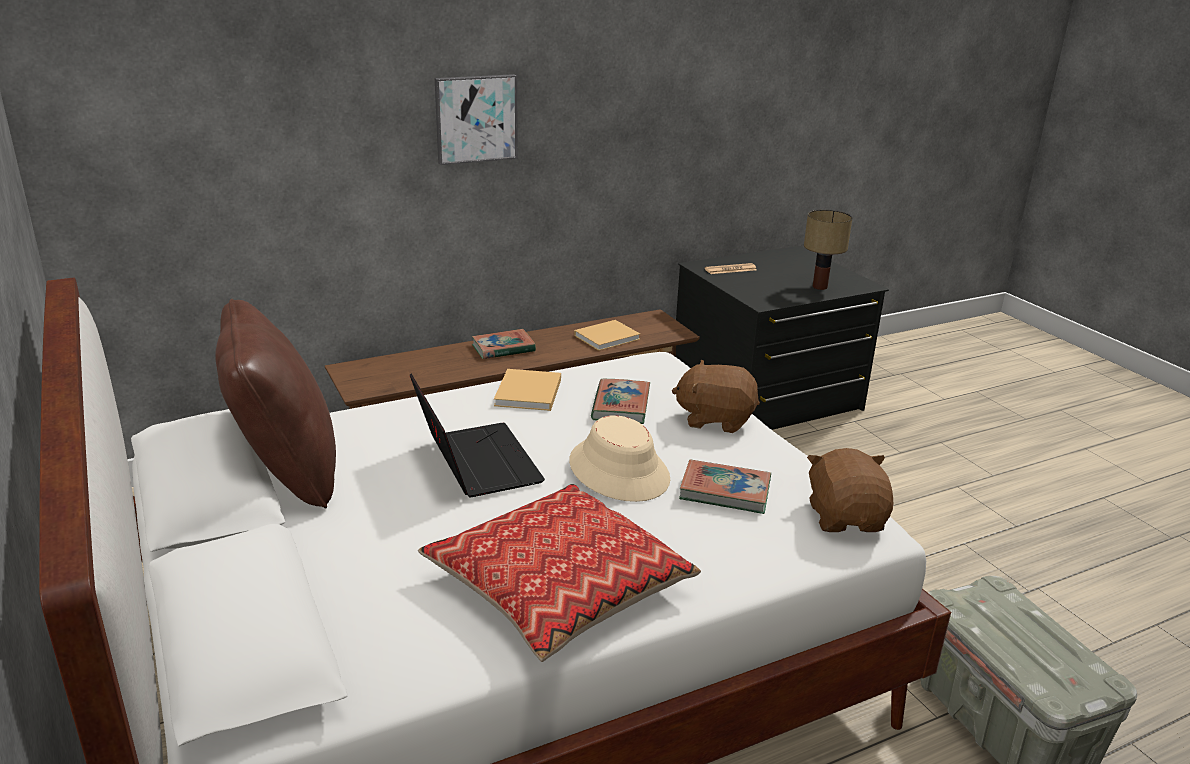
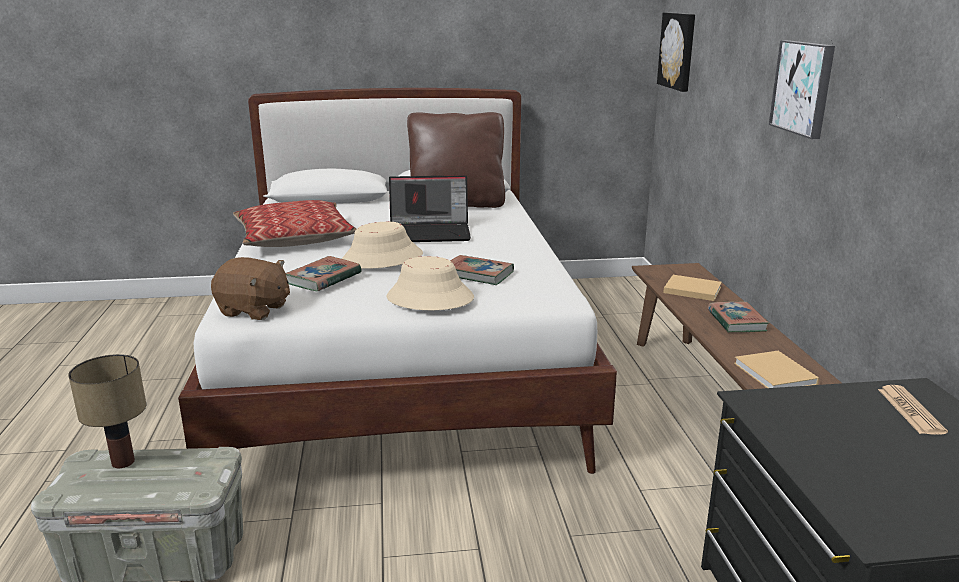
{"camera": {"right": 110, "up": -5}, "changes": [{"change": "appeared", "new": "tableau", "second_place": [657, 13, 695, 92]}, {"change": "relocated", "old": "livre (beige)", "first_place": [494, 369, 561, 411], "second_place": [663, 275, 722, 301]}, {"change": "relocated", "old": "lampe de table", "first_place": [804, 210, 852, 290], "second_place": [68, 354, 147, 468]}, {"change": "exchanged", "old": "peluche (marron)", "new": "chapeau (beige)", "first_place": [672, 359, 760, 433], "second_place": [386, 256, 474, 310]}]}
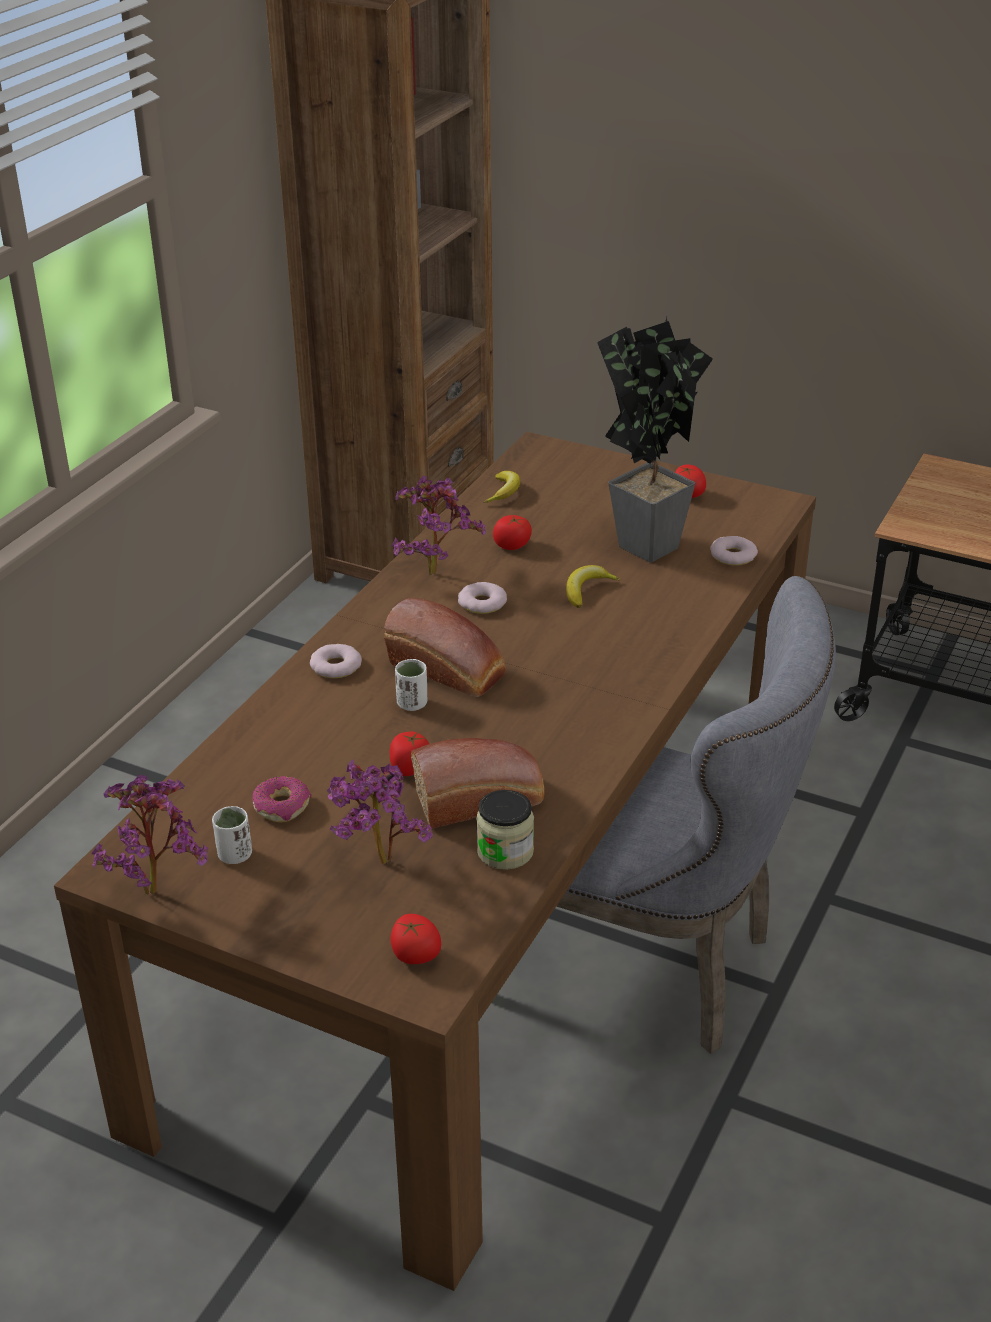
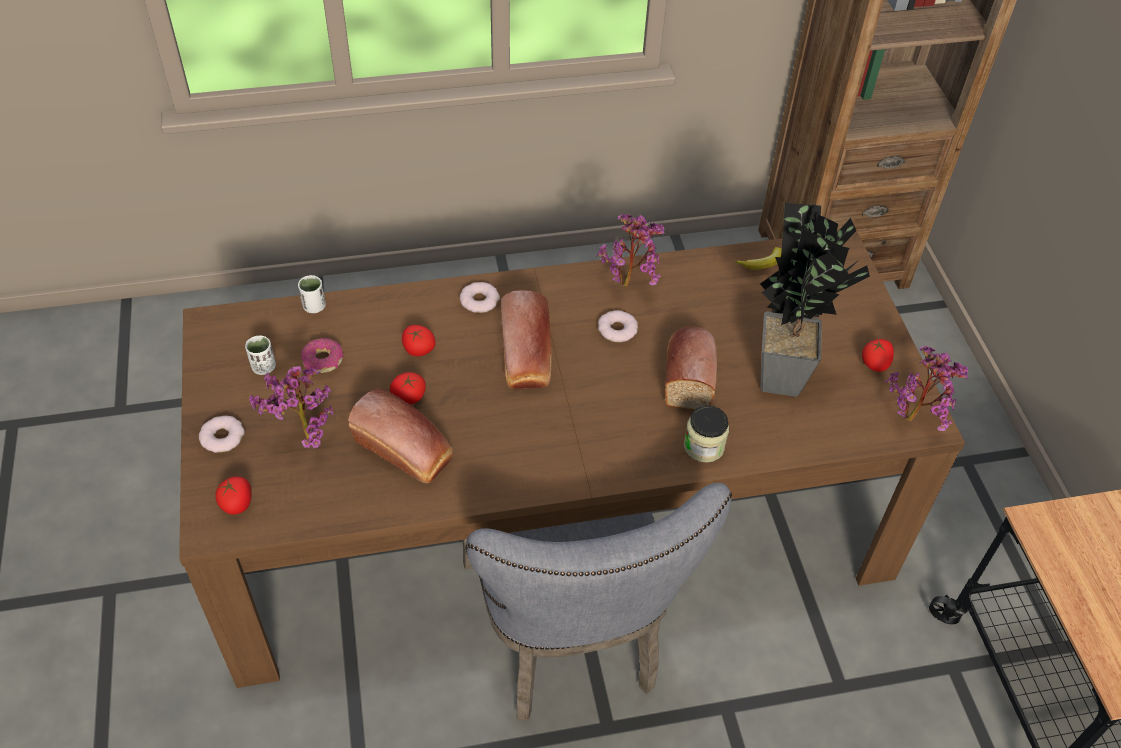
{"camera": {"right": 50, "up": 15}, "changes": [{"change": "relocated", "old": "plante en pot", "first_place": [92, 775, 208, 895], "second_place": [885, 345, 968, 431]}, {"change": "relocated", "old": "tasse (blanc)", "first_place": [395, 659, 427, 711], "second_place": [298, 275, 326, 313]}, {"change": "relocated", "old": "bocal", "first_place": [476, 790, 534, 870], "second_place": [684, 405, 729, 463]}, {"change": "relocated", "old": "tomate", "first_place": [493, 515, 532, 550], "second_place": [402, 325, 436, 356]}, {"change": "relocated", "old": "beignet", "first_place": [710, 536, 758, 565], "second_place": [199, 416, 245, 453]}, {"change": "exchanged", "old": "banane", "new": "pain", "first_place": [566, 565, 620, 608], "second_place": [665, 327, 717, 410]}]}
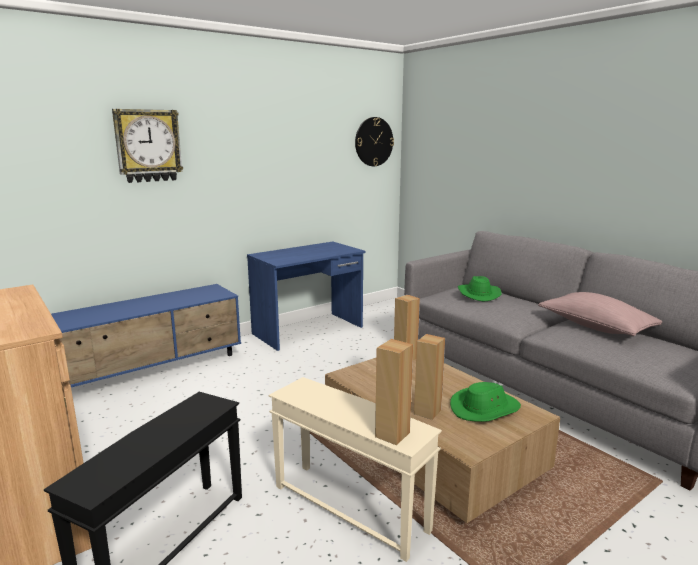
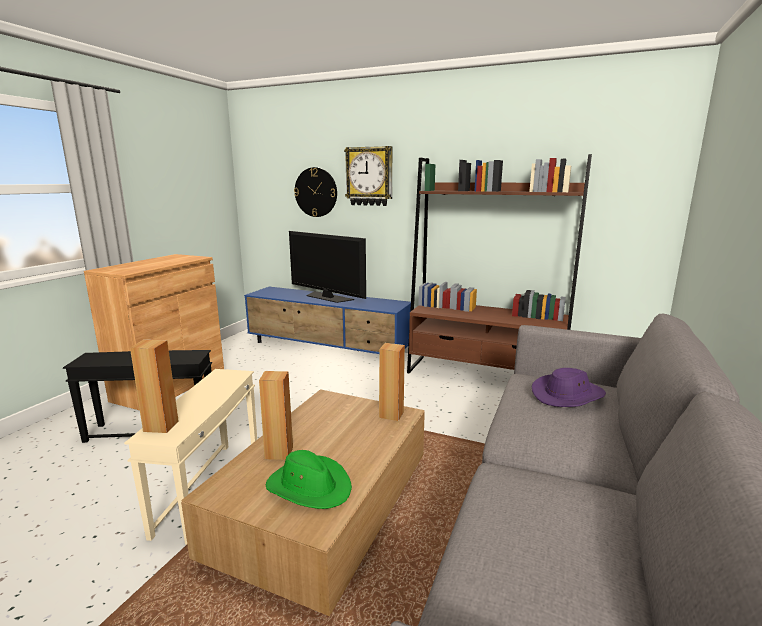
{"camera": {"right": 60, "up": 0}, "changes": [{"change": "missing", "old": "coussin (rose)", "first_place": [538, 292, 662, 336]}, {"change": "appeared", "new": "téléviseur", "second_place": [289, 231, 366, 303]}, {"change": "relocated", "old": "horloge murale", "first_place": [355, 117, 394, 166], "second_place": [294, 167, 337, 217]}, {"change": "exchanged", "old": "bureau (bleu)", "new": "bibliothèque (marron)", "first_place": [247, 242, 366, 351], "second_place": [407, 154, 592, 373]}, {"change": "colour", "old": "chapeau (vert)", "new": "chapeau (violet)", "first_place": [458, 276, 502, 302], "second_place": [531, 368, 606, 407]}]}
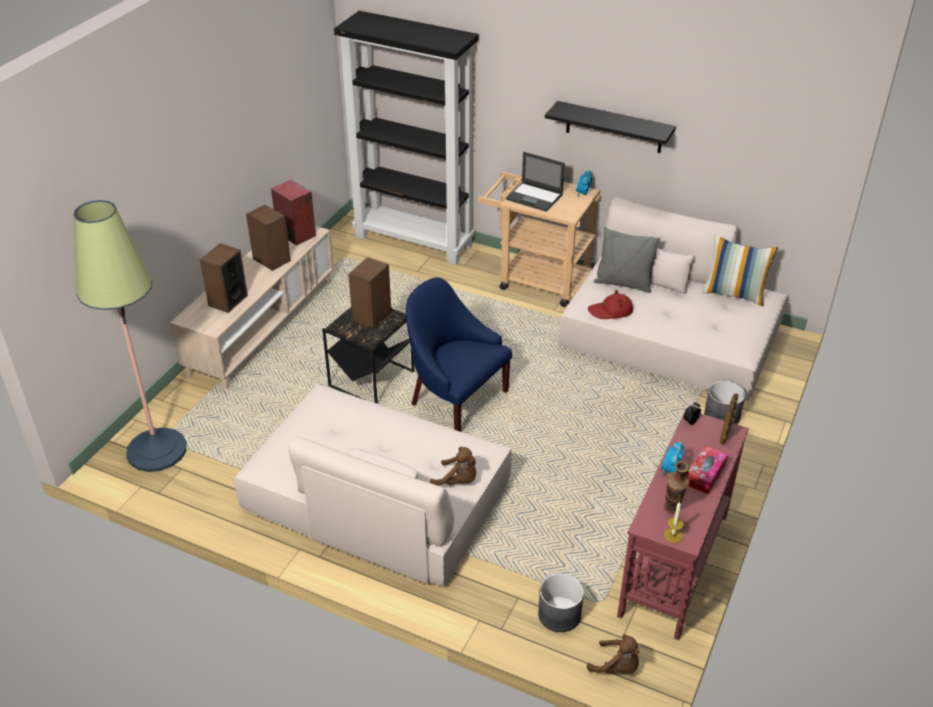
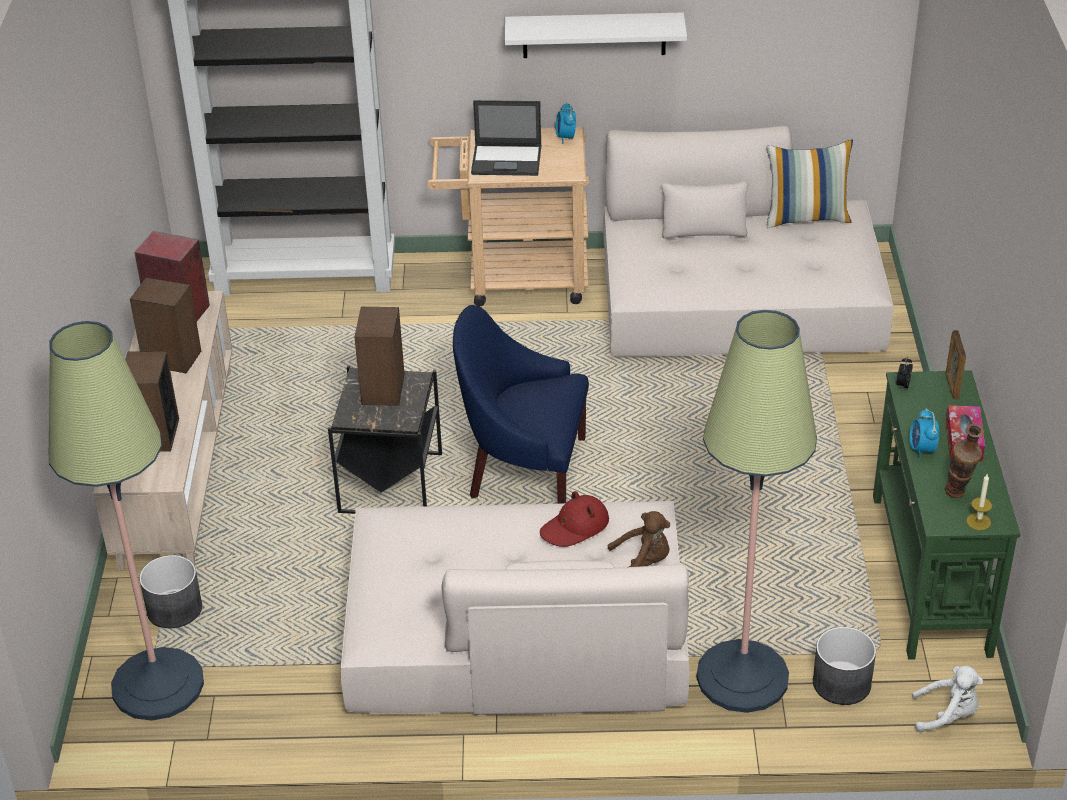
{"camera": {"right": -25, "up": 0}, "changes": [{"change": "missing", "old": "coussin (gris)", "first_place": [594, 227, 661, 293]}, {"change": "appeared", "new": "lampadaire", "second_place": [696, 310, 817, 713]}, {"change": "relocated", "old": "chapeau (rouge)", "first_place": [588, 290, 633, 319], "second_place": [540, 491, 609, 547]}, {"change": "relocated", "old": "cache-pot (gris)", "first_place": [704, 381, 745, 424], "second_place": [139, 555, 202, 628]}, {"change": "colour", "old": "étagère (noir)", "new": "étagère (blanc)", "first_place": [545, 101, 676, 153], "second_place": [505, 12, 687, 58]}, {"change": "colour", "old": "peluche (marron)", "new": "peluche (blanc)", "first_place": [587, 634, 639, 674], "second_place": [912, 666, 983, 733]}, {"change": "colour", "old": "table console (rouge)", "new": "table console (vert)", "first_place": [617, 410, 749, 640], "second_place": [873, 370, 1020, 660]}]}
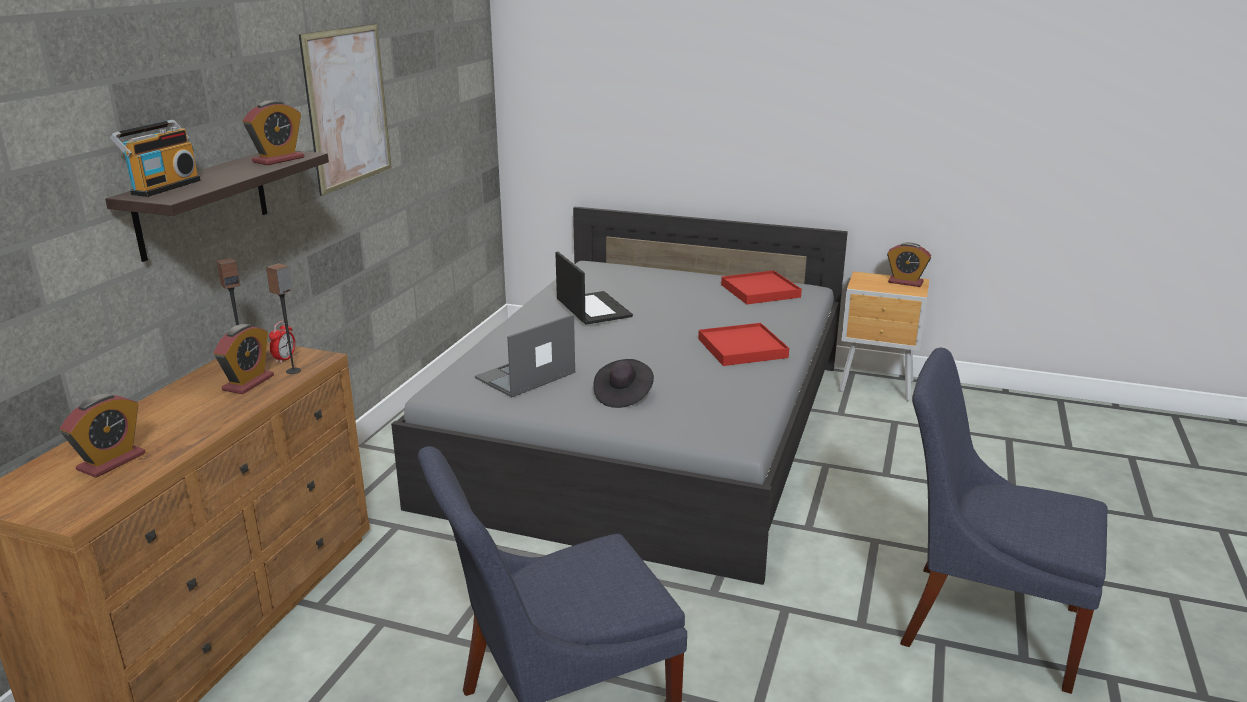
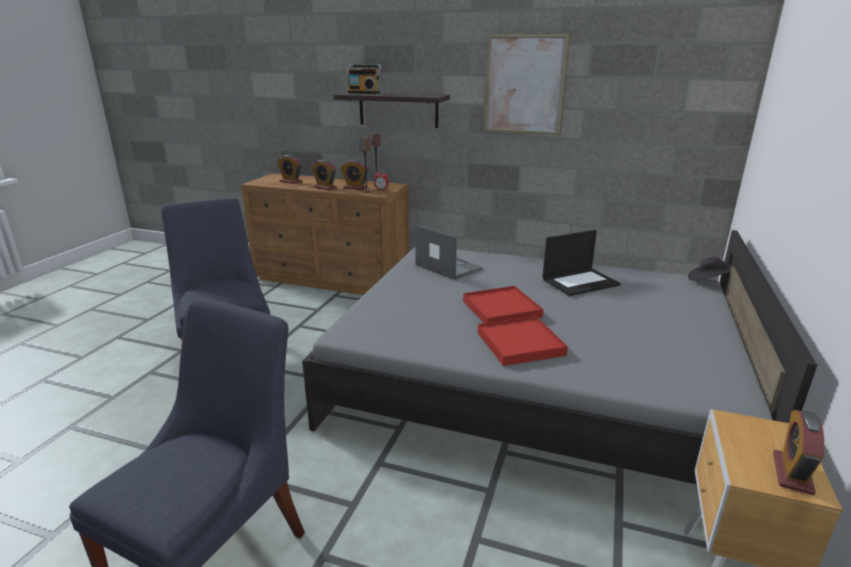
{"camera": {"right": 90, "up": 0}, "changes": [{"change": "relocated", "old": "réveil", "first_place": [243, 101, 304, 165], "second_place": [312, 160, 337, 190]}, {"change": "relocated", "old": "chapeau (noir)", "first_place": [593, 359, 654, 408], "second_place": [688, 257, 732, 281]}, {"change": "relocated", "old": "plateau (rouge)", "first_place": [721, 270, 802, 304], "second_place": [463, 286, 543, 323]}]}
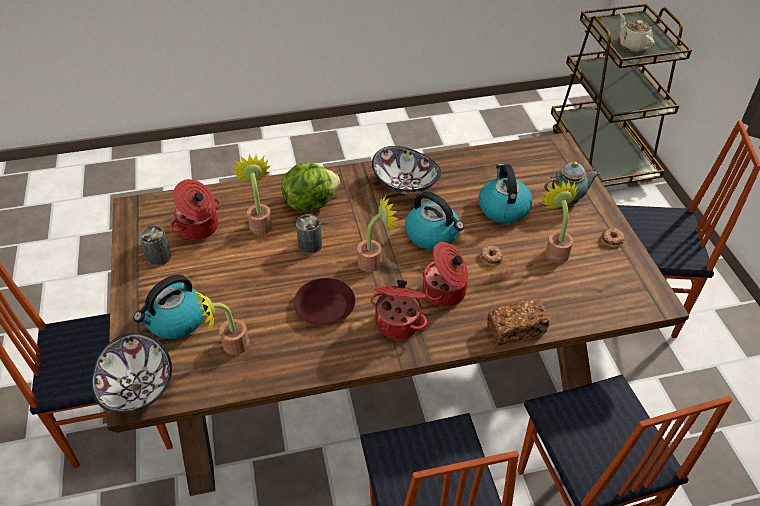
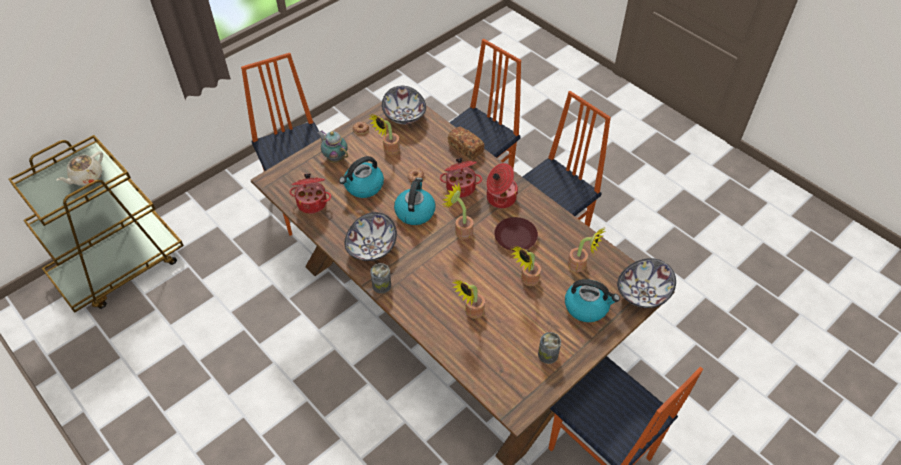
{"camera": {"right": -120, "up": 5}, "changes": [{"change": "missing", "old": "laitue", "first_place": [281, 163, 340, 212]}, {"change": "appeared", "new": "bol", "second_place": [382, 86, 426, 124]}, {"change": "appeared", "new": "plante en pot", "second_place": [512, 246, 541, 286]}, {"change": "relocated", "old": "marmite", "first_place": [170, 179, 221, 240], "second_place": [289, 173, 331, 214]}, {"change": "relocated", "old": "boîte métallique", "first_place": [296, 214, 322, 254], "second_place": [370, 263, 391, 294]}]}
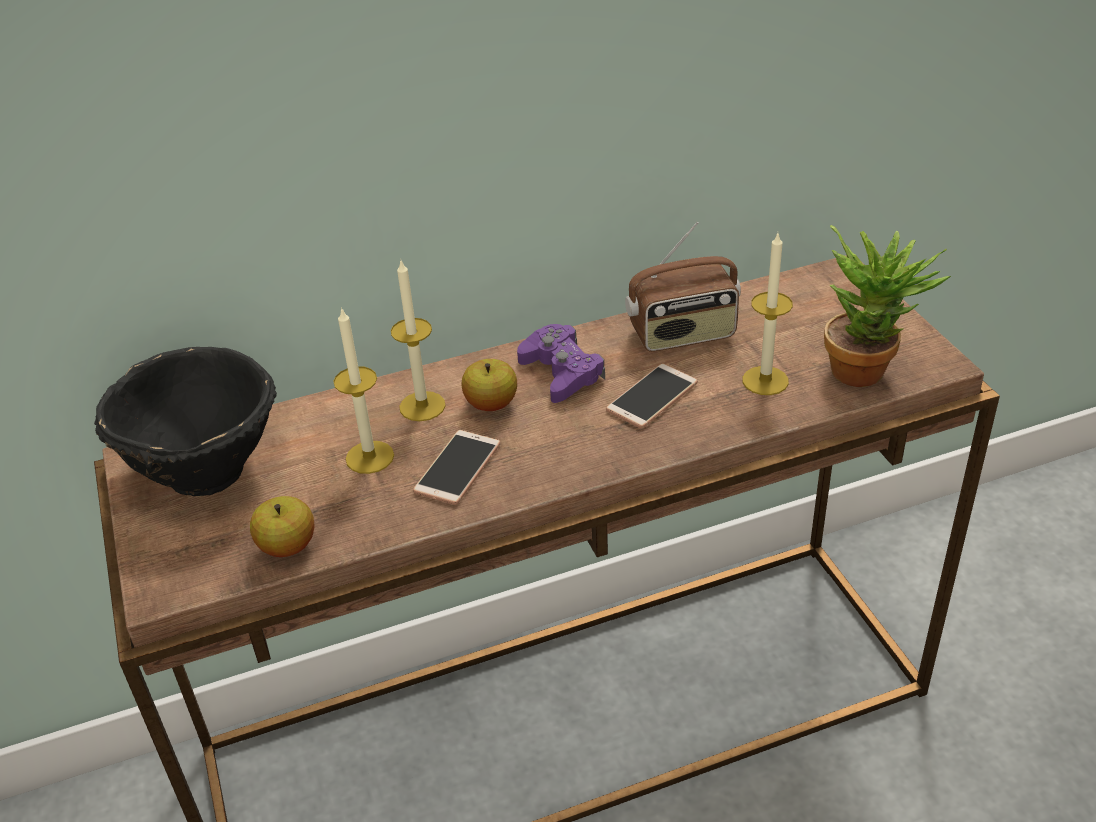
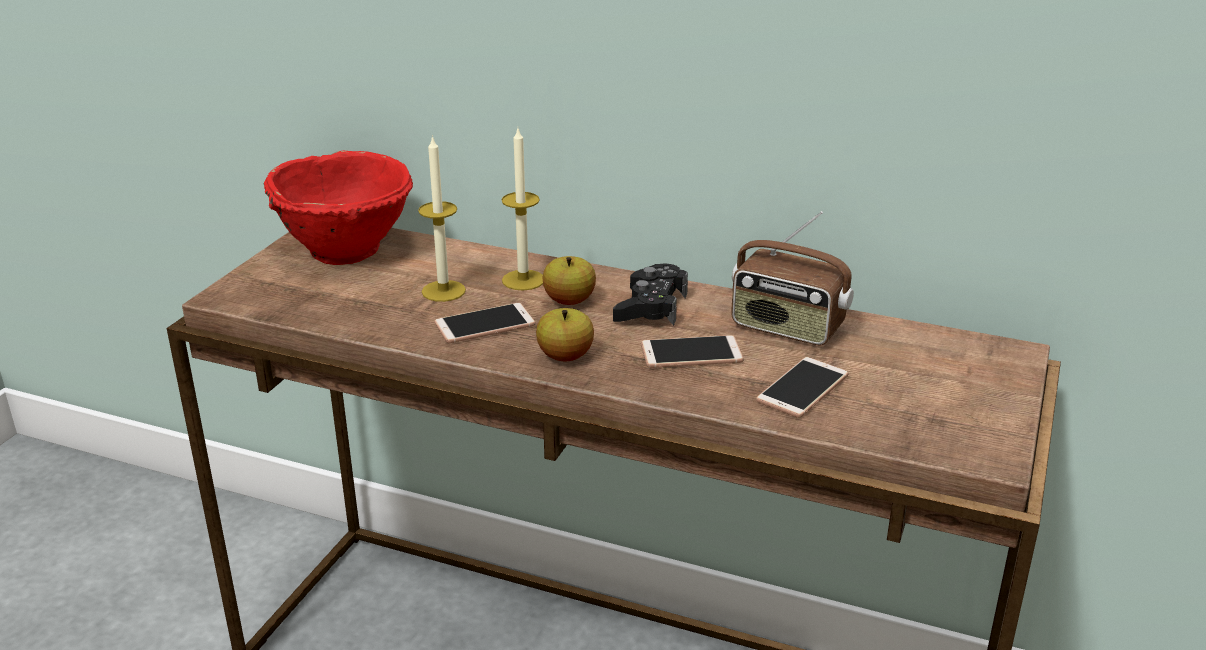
{"camera": {"right": 40, "up": -10}, "changes": [{"change": "missing", "old": "plante en pot", "first_place": [824, 225, 951, 387]}, {"change": "relocated", "old": "pomme", "first_place": [250, 496, 315, 557], "second_place": [536, 308, 594, 361]}, {"change": "exchanged", "old": "bougie", "new": "téléphone", "first_place": [742, 233, 793, 395], "second_place": [756, 357, 849, 418]}, {"change": "colour", "old": "bol (noir)", "new": "bol (rouge)", "first_place": [94, 347, 277, 496], "second_place": [264, 151, 413, 265]}, {"change": "colour", "old": "manette (violet)", "new": "manette (noir)", "first_place": [517, 324, 605, 403], "second_place": [613, 263, 688, 326]}]}
